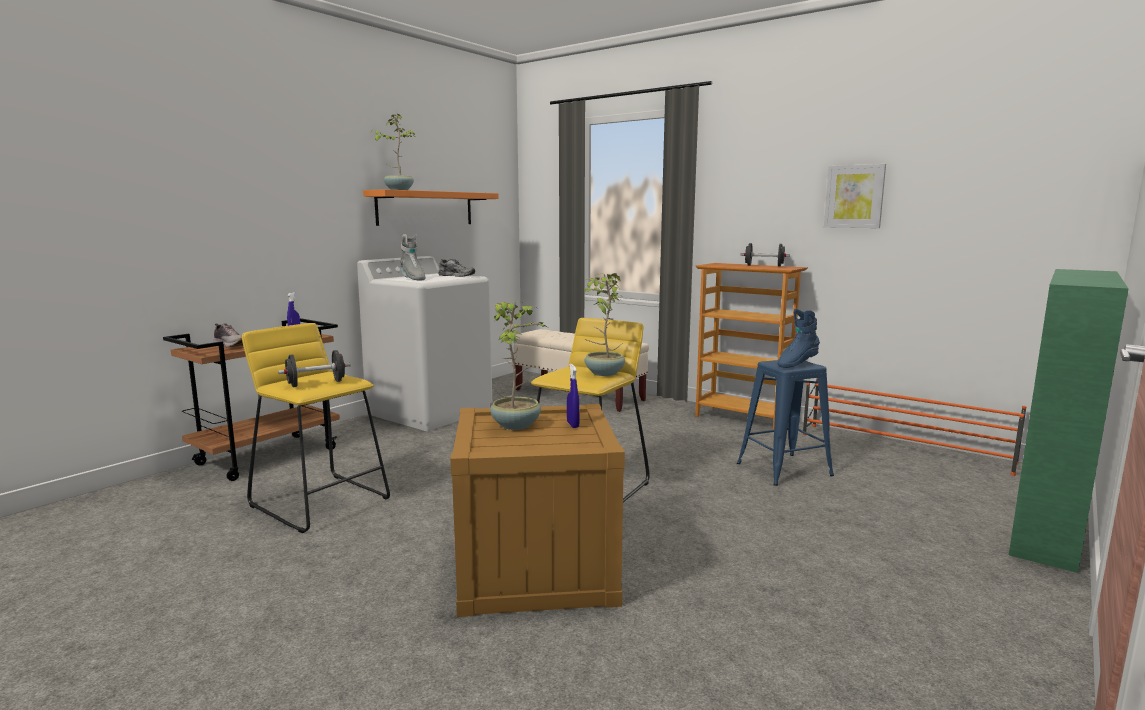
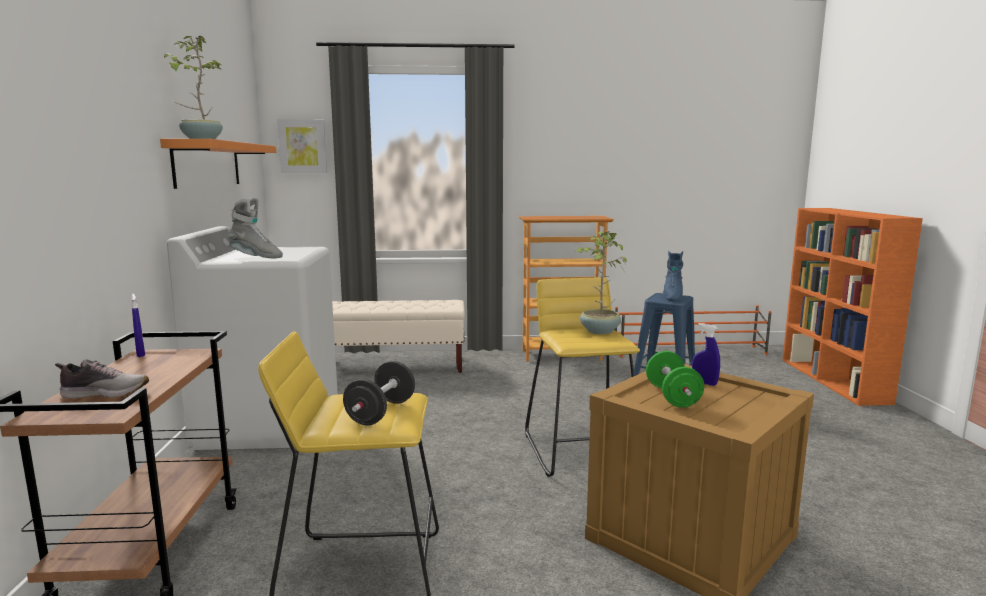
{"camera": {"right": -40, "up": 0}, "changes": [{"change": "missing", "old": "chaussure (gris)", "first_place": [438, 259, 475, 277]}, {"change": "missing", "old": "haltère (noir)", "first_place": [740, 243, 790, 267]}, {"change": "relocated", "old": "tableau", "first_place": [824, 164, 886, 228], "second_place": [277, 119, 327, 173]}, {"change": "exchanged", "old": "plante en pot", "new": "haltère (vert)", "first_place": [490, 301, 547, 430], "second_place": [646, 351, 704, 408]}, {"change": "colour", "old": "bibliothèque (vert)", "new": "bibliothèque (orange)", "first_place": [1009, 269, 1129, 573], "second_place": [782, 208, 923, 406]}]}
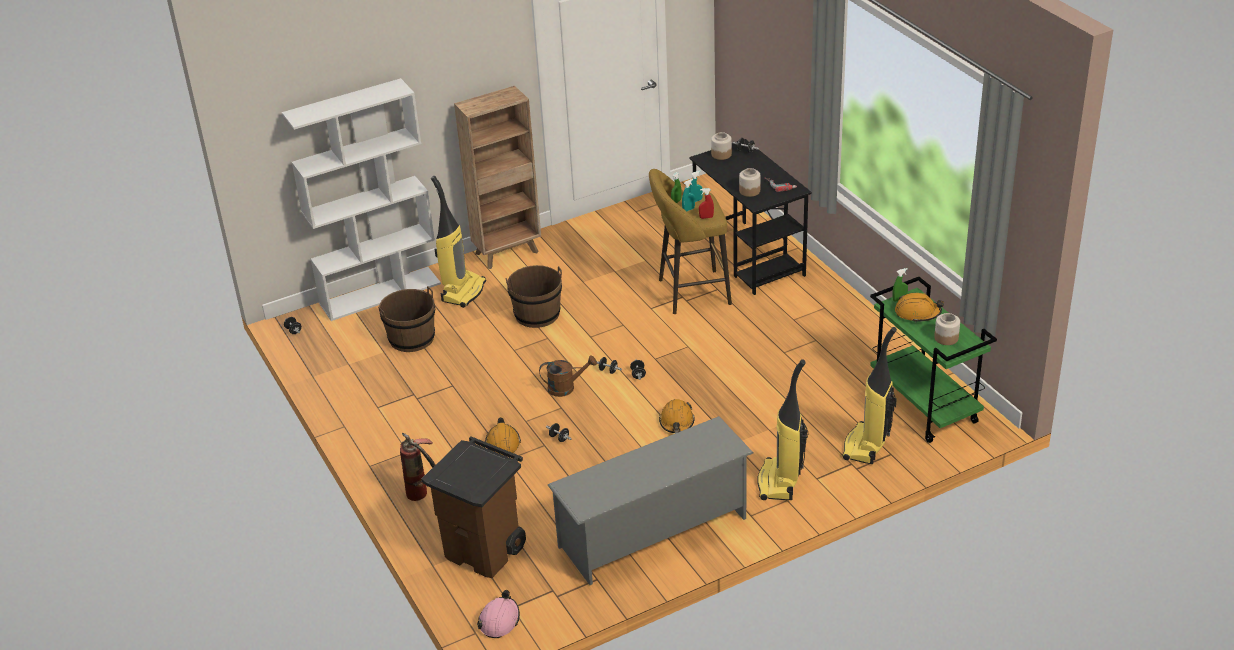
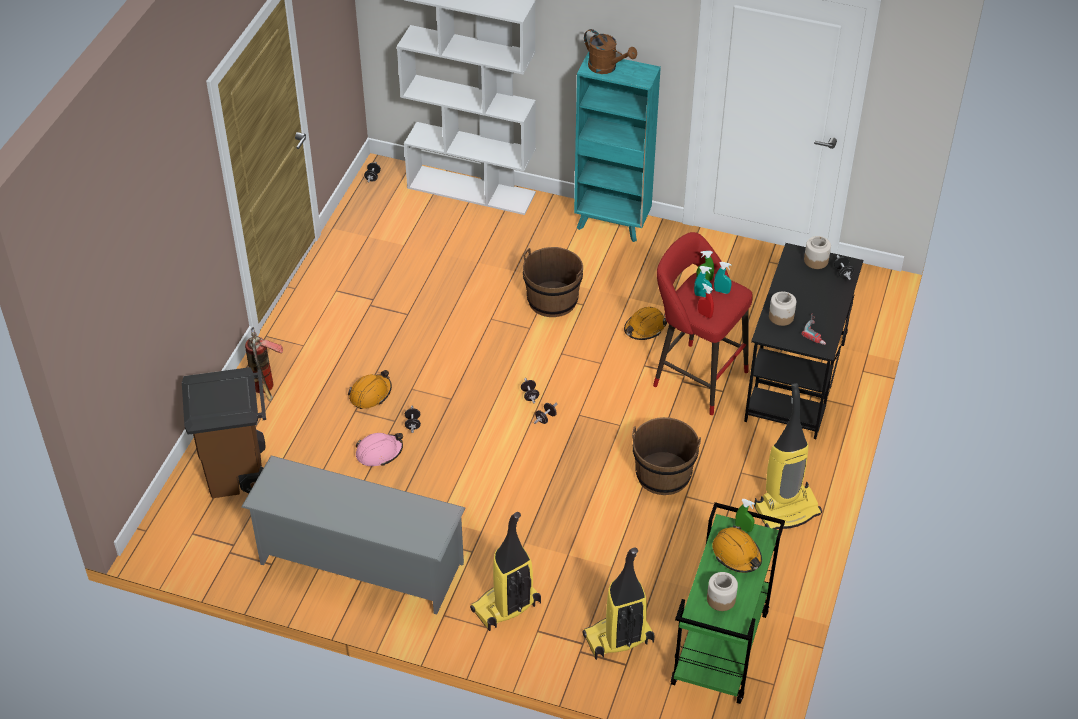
{"camera": {"right": 45, "up": 10}, "changes": [{"change": "relocated", "old": "seau (marron)", "first_place": [378, 286, 435, 352], "second_place": [632, 417, 701, 495]}, {"change": "relocated", "old": "aspirateur", "first_place": [431, 176, 486, 308], "second_place": [754, 383, 822, 529]}, {"change": "relocated", "old": "casque de chantier (rose)", "first_place": [477, 590, 520, 638], "second_place": [356, 433, 403, 466]}, {"change": "relocated", "old": "arrosoir (marron)", "first_place": [539, 355, 597, 397], "second_place": [584, 29, 637, 74]}, {"change": "relocated", "old": "casque de chantier (orange)", "first_place": [659, 399, 695, 433], "second_place": [624, 307, 667, 340]}, {"change": "colour", "old": "bibliothèque (marron)", "new": "bibliothèque (turquoise)", "first_place": [454, 86, 541, 269], "second_place": [574, 52, 661, 242]}, {"change": "colour", "old": "tabouret (jaune)", "new": "tabouret (rouge)", "first_place": [649, 169, 732, 314], "second_place": [653, 232, 753, 415]}]}
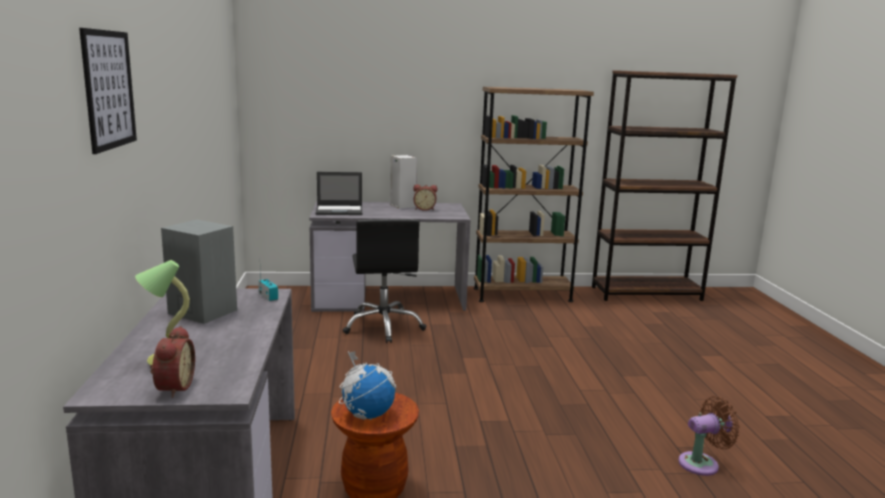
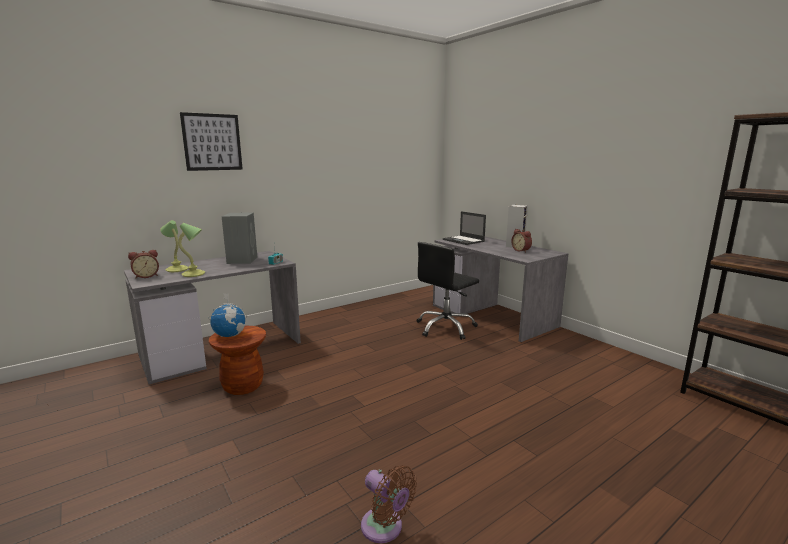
{"camera": {"right": 60, "up": 0}, "changes": [{"change": "missing", "old": "bibliothèque (marron)", "first_place": [474, 87, 594, 302]}, {"change": "appeared", "new": "lampe de table", "second_place": [178, 223, 205, 277]}]}
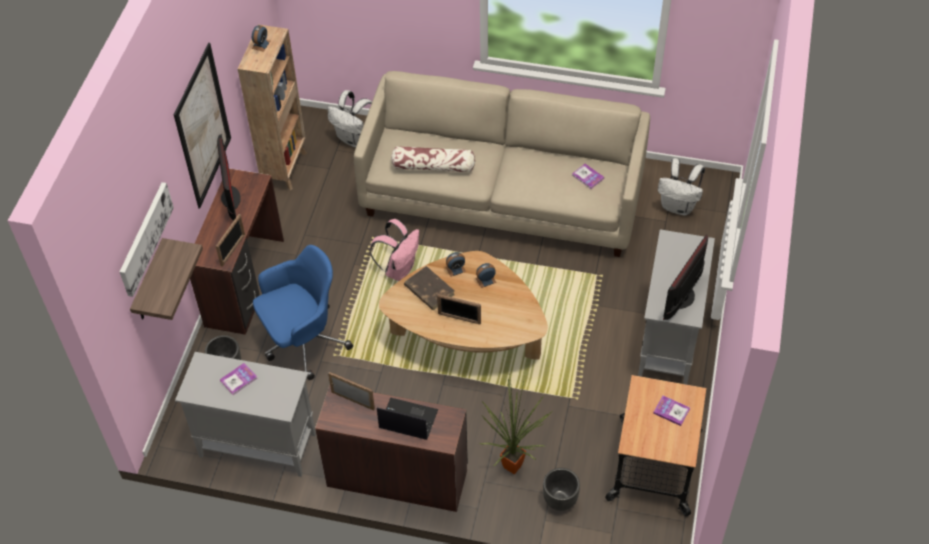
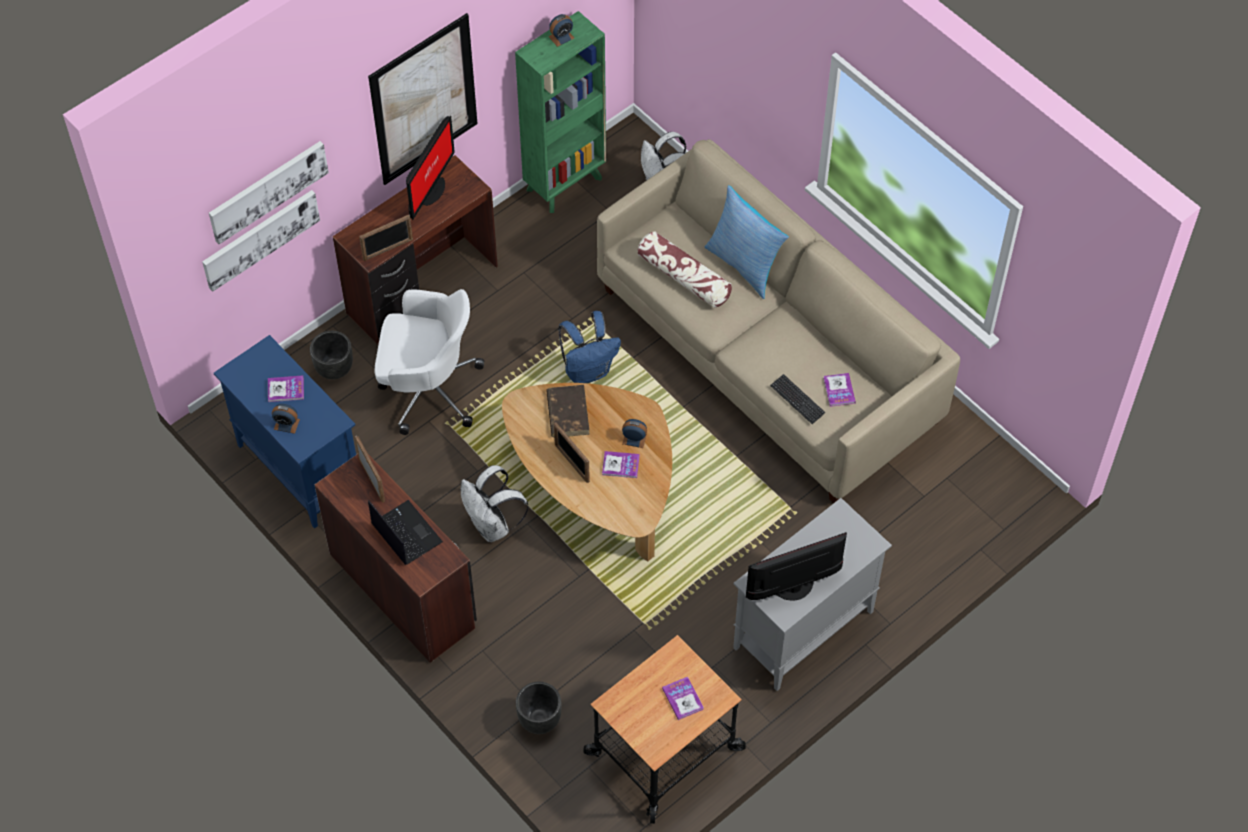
{"camera": {"right": 35, "up": 5}, "changes": [{"change": "missing", "old": "plante en pot", "first_place": [480, 373, 552, 474]}, {"change": "appeared", "new": "livre", "second_place": [602, 451, 640, 478]}, {"change": "appeared", "new": "coussin", "second_place": [705, 185, 789, 299]}, {"change": "appeared", "new": "clavier", "second_place": [770, 374, 826, 424]}, {"change": "relocated", "old": "réveil", "first_place": [446, 252, 466, 277], "second_place": [272, 404, 300, 434]}, {"change": "relocated", "old": "sac à dos (blanc)", "first_place": [658, 158, 705, 216], "second_place": [461, 465, 529, 542]}, {"change": "exchanged", "old": "étagère", "new": "tableau", "first_place": [130, 238, 203, 320], "second_place": [202, 190, 320, 292]}, {"change": "colour", "old": "meuble de rangement (gris)", "new": "meuble de rangement (bleu)", "first_place": [175, 352, 316, 477], "second_place": [214, 335, 356, 528]}, {"change": "colour", "old": "bibliothèque (marron)", "new": "bibliothèque (vert)", "first_place": [238, 25, 307, 190], "second_place": [515, 11, 606, 213]}, {"change": "colour", "old": "chaise de bureau (bleu)", "new": "chaise de bureau (blanc)", "first_place": [253, 245, 353, 380], "second_place": [375, 289, 484, 435]}, {"change": "colour", "old": "sac à dos (rose)", "new": "sac à dos (bleu)", "first_place": [370, 219, 419, 281], "second_place": [558, 311, 621, 383]}]}
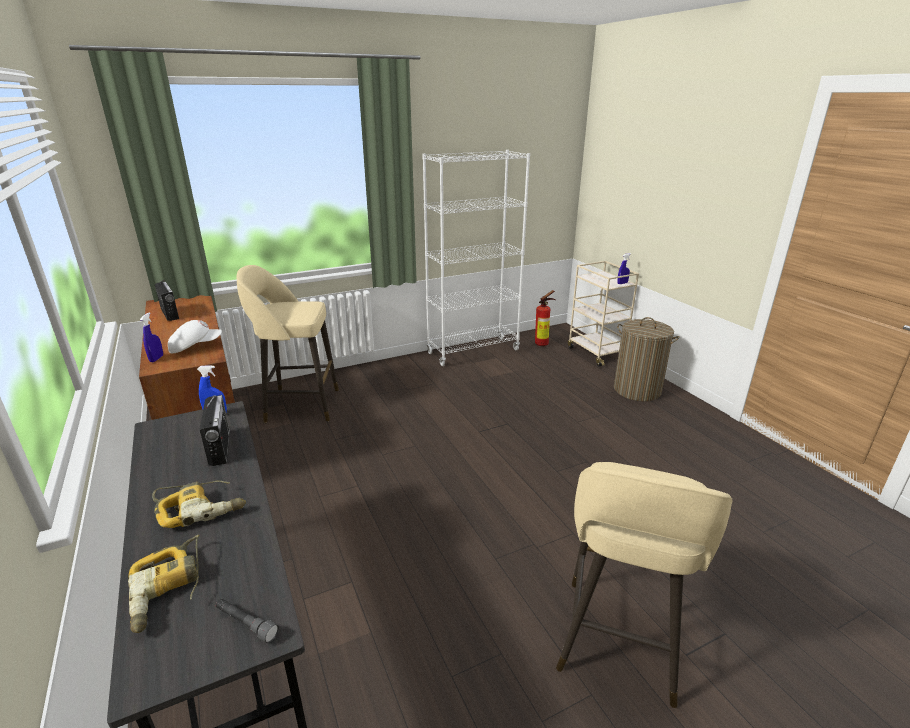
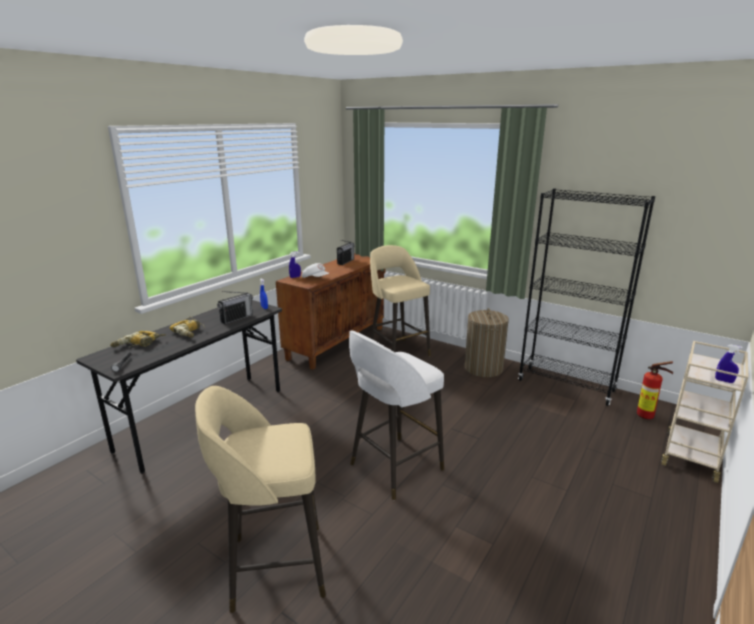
{"camera": {"right": 60, "up": -5}, "changes": [{"change": "appeared", "new": "tabouret (blanc)", "second_place": [349, 330, 444, 500]}, {"change": "relocated", "old": "panier à linge", "first_place": [614, 317, 680, 401], "second_place": [465, 308, 509, 377]}, {"change": "colour", "old": "bibliothèque (blanc)", "new": "bibliothèque (noir)", "first_place": [422, 150, 530, 366], "second_place": [518, 188, 655, 406]}]}
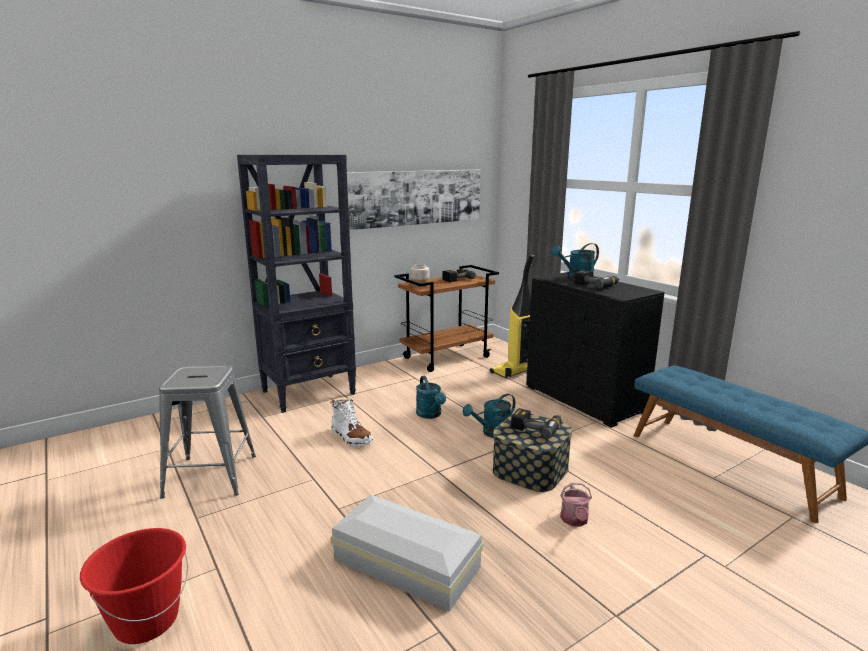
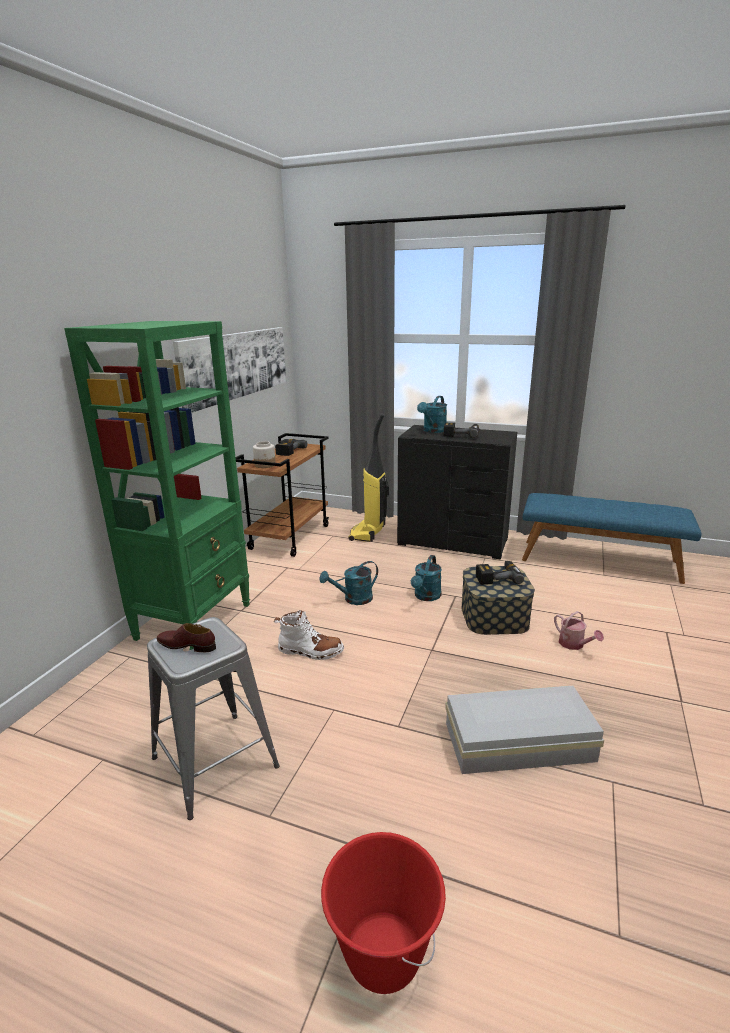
{"camera": {"right": -35, "up": 5}, "changes": [{"change": "appeared", "new": "chaussure (marron)", "second_place": [157, 623, 216, 652]}, {"change": "colour", "old": "bibliothèque (noir)", "new": "bibliothèque (vert)", "first_place": [237, 155, 356, 413], "second_place": [64, 321, 250, 650]}, {"change": "spun", "old": "arrosoir (turquoise)", "first_place": [416, 376, 446, 419], "second_place": [319, 561, 378, 605], "degrees": 120}]}
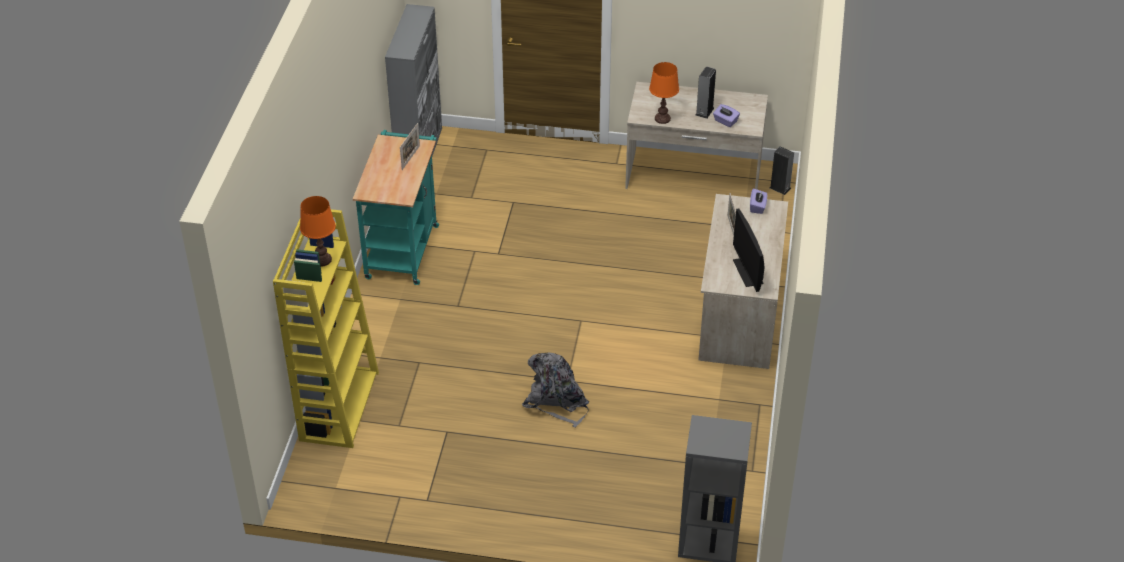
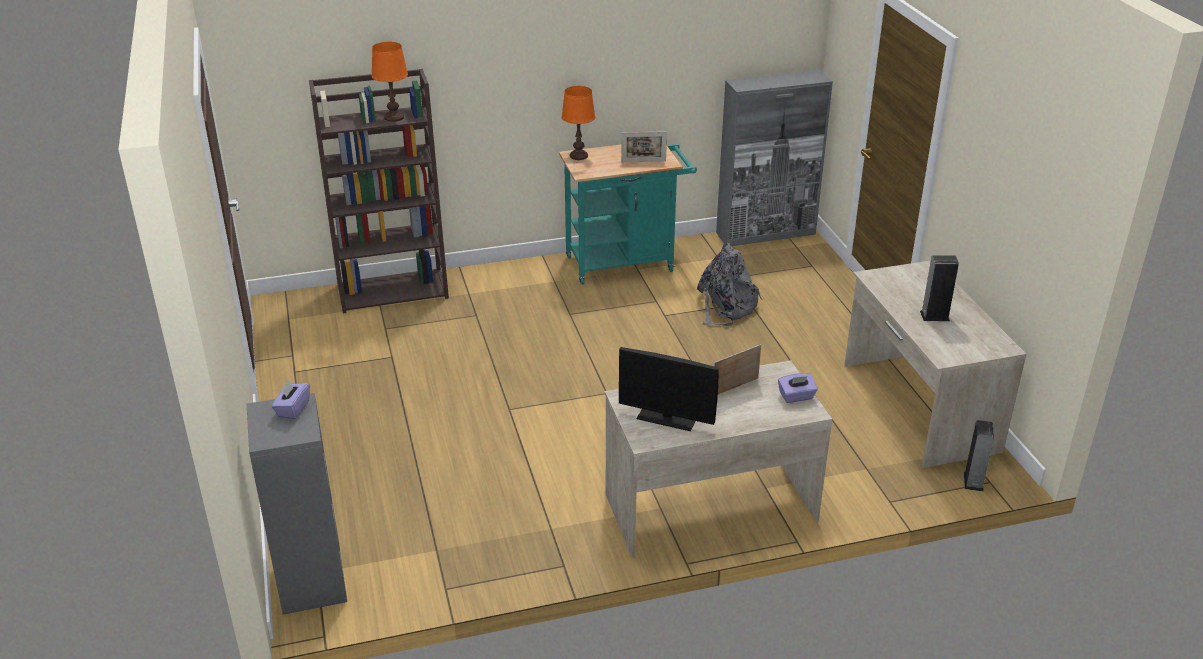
{"camera": {"right": 65, "up": -10}, "changes": [{"change": "relocated", "old": "sac à dos (gris)", "first_place": [522, 353, 589, 428], "second_place": [697, 242, 762, 326]}, {"change": "relocated", "old": "lampe de table (orange)", "first_place": [649, 62, 679, 124], "second_place": [562, 86, 595, 160]}, {"change": "relocated", "old": "boîte à mouchoirs (violet)", "first_place": [713, 104, 740, 127], "second_place": [272, 379, 310, 419]}, {"change": "colour", "old": "bibliothèque (jaune)", "new": "bibliothèque (marron)", "first_place": [273, 209, 379, 448], "second_place": [309, 69, 449, 314]}, {"change": "spun", "old": "écran d'ordinateur", "first_place": [733, 208, 765, 292], "second_place": [619, 347, 718, 431], "degrees": -120}]}
